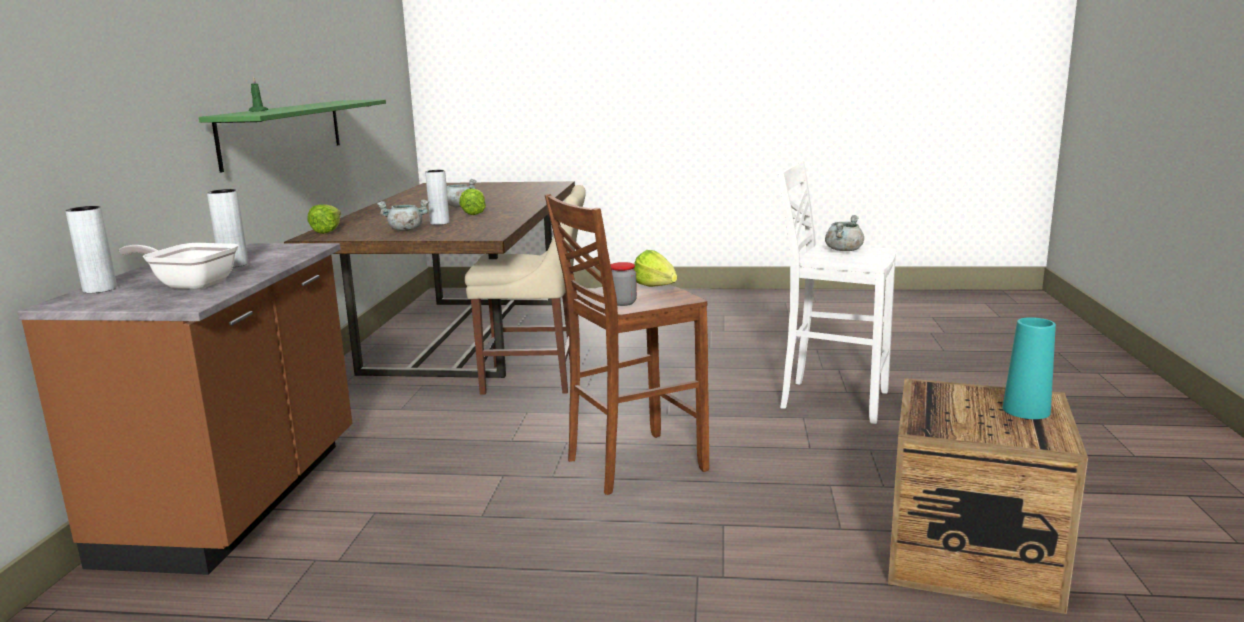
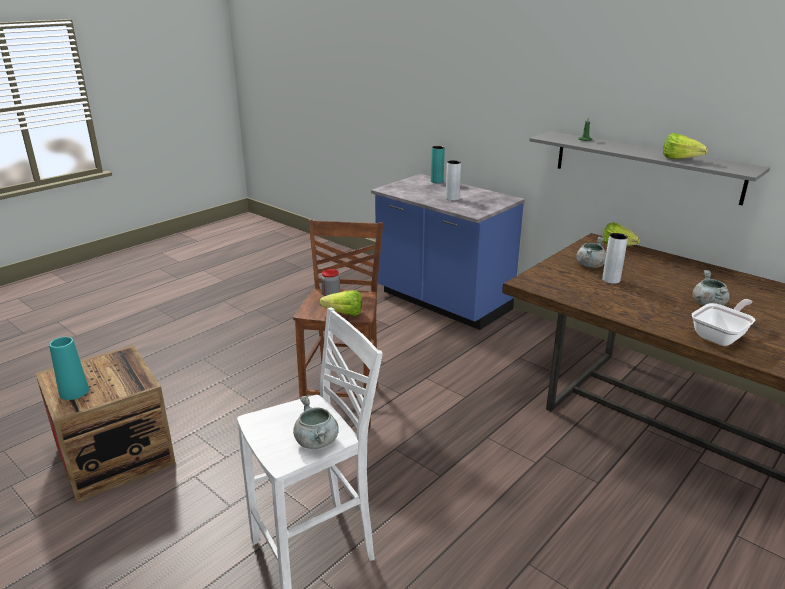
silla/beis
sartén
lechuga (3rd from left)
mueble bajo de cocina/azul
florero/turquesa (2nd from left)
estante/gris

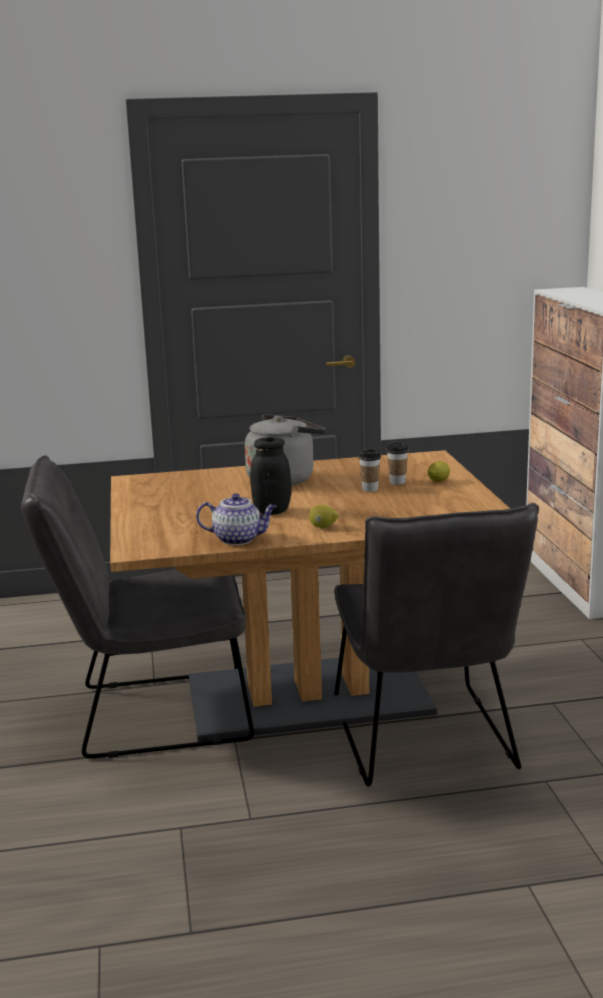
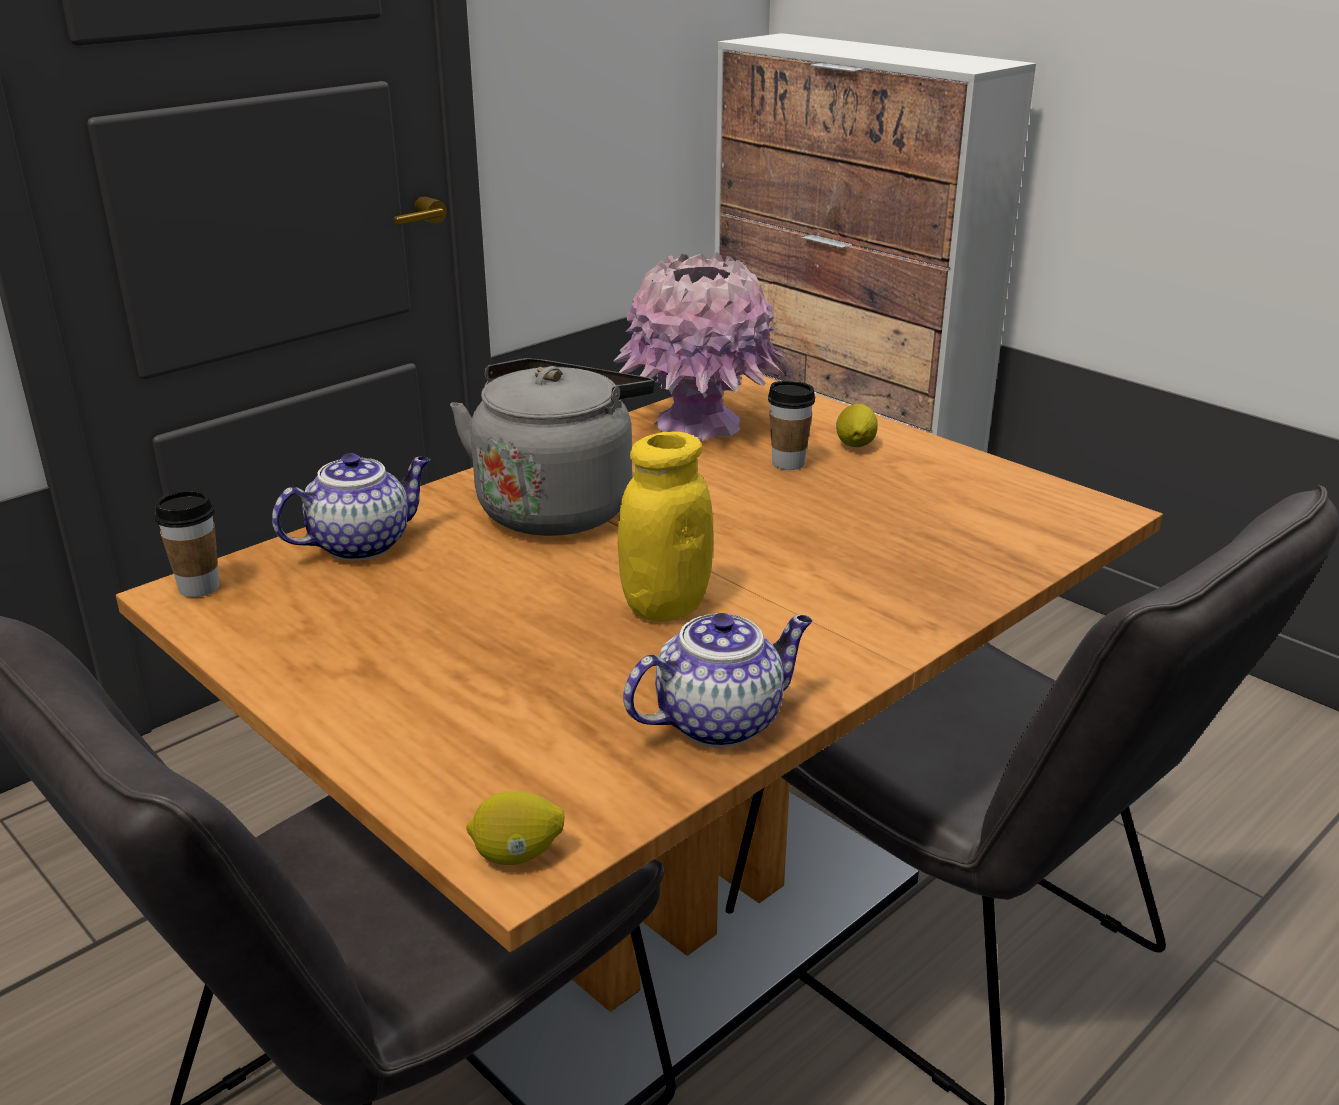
tetera (1st from left)
florero/rosa
limón (1st from left)
taza (1st from left)
tarro/amarillo

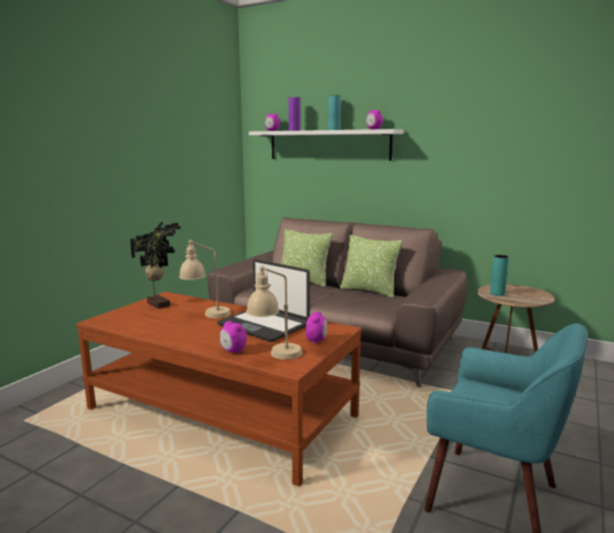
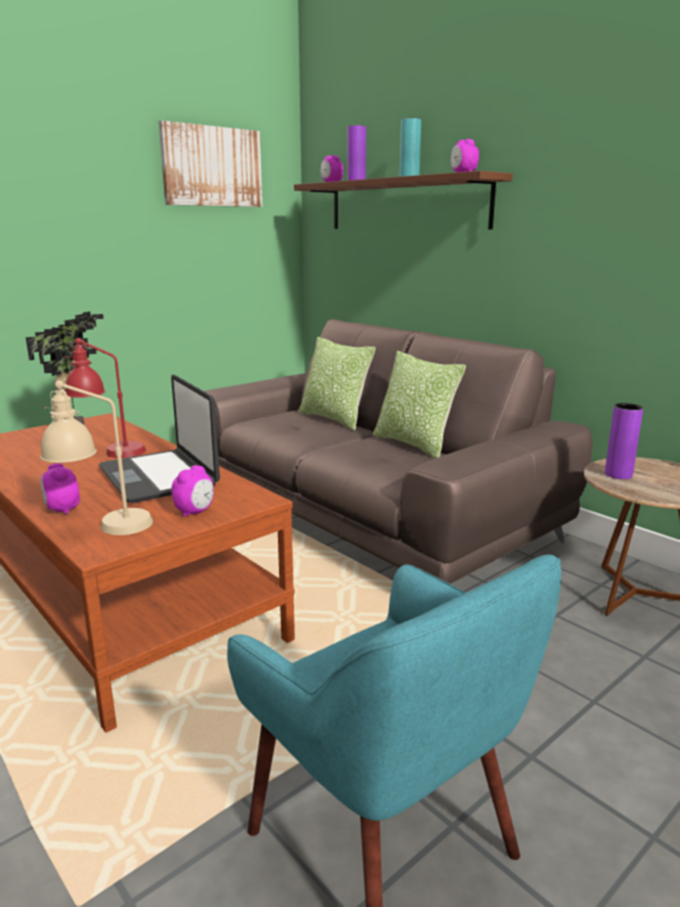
cuadro
lámpara de mesa/rojo
estante/marrón
florero/morado (2nd from left)

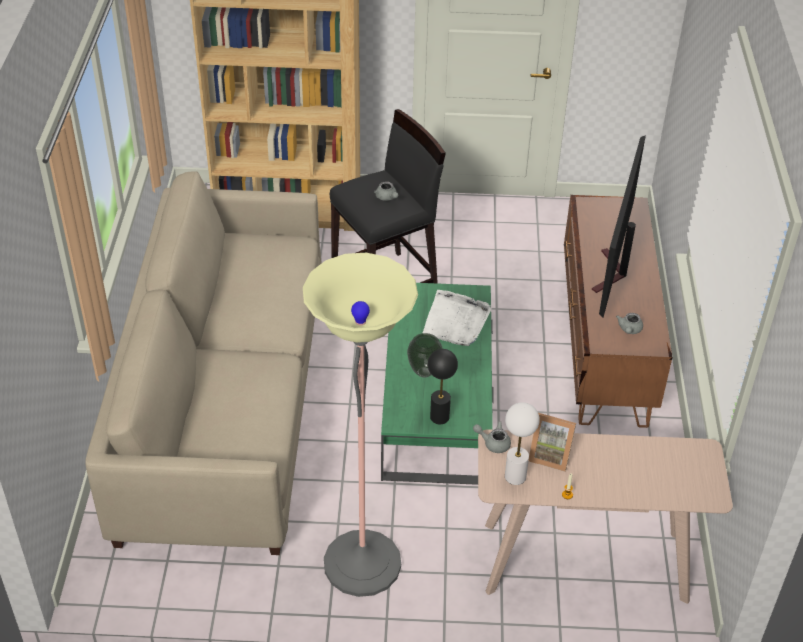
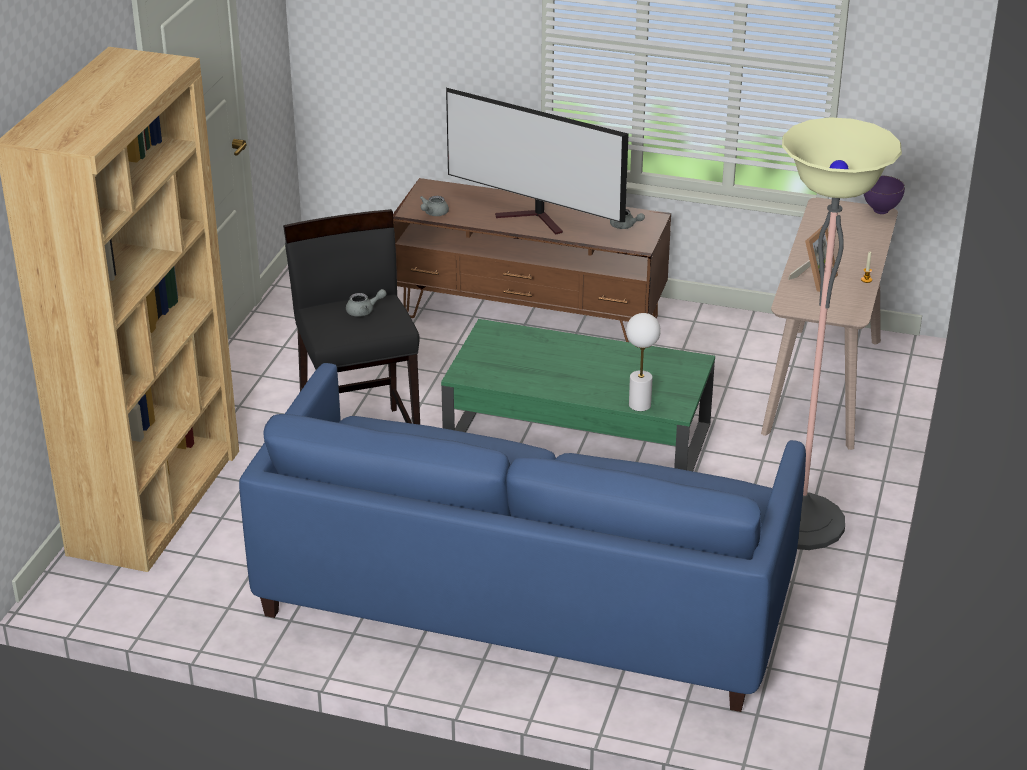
florero
bandeja/blanco
lámpara de mesa/negro
cuenco/morado
tetera/gris (2nd from left)
lámpara de mesa/blanco
sofá/azul

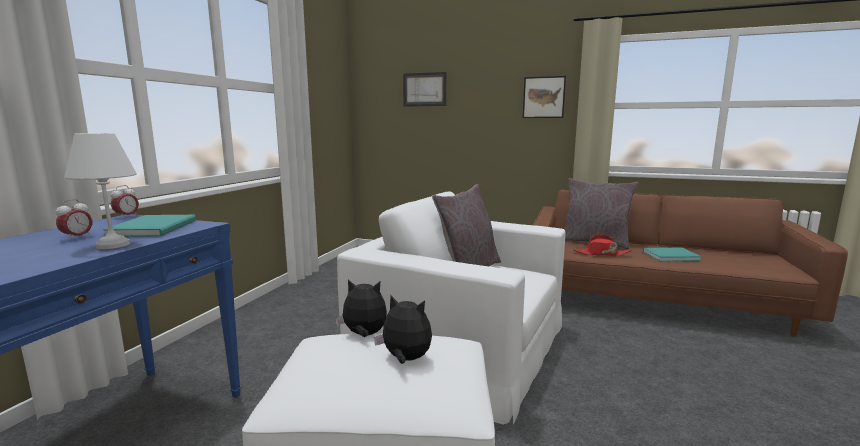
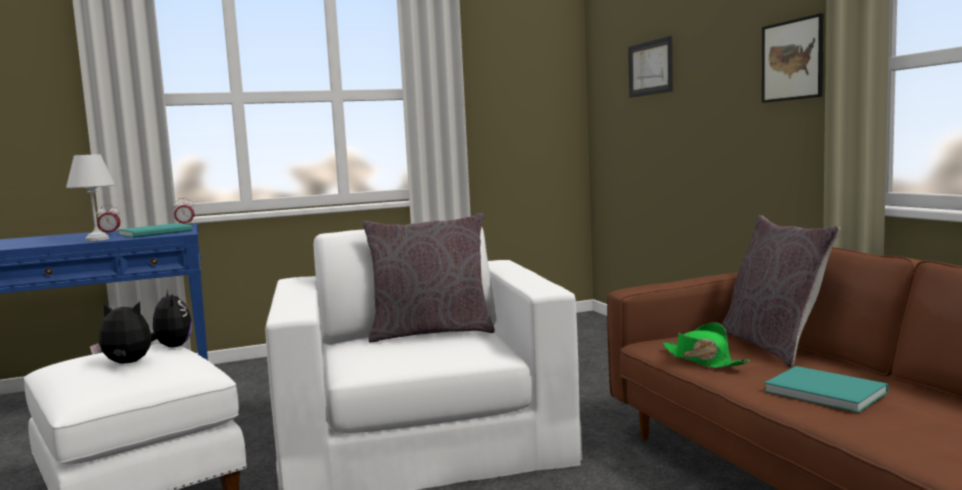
sombrero/verde
peluche (1st from left)

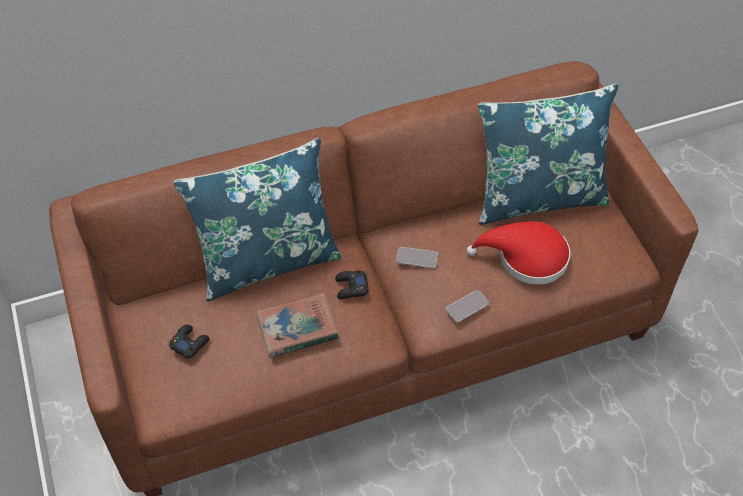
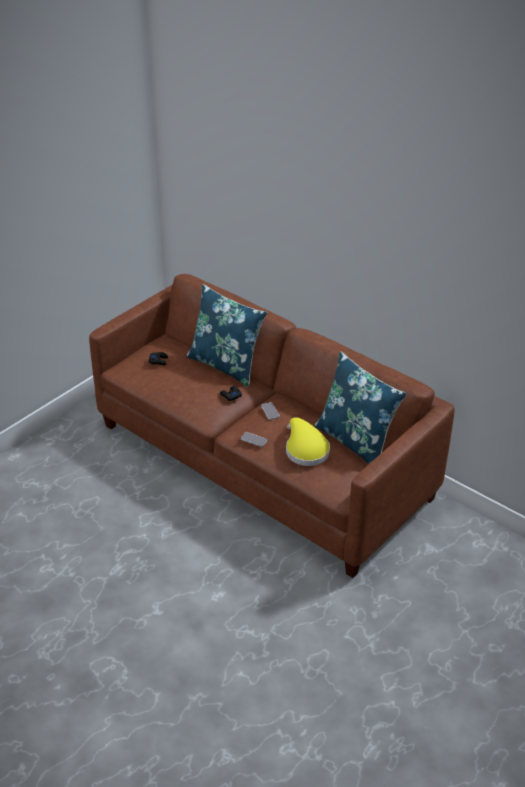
libro
sombrero/amarillo

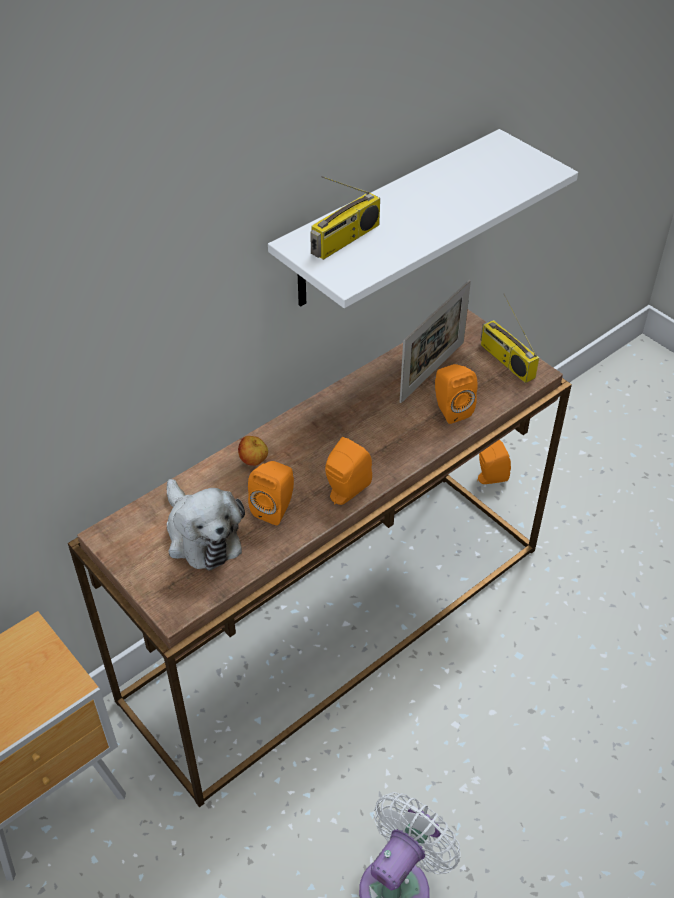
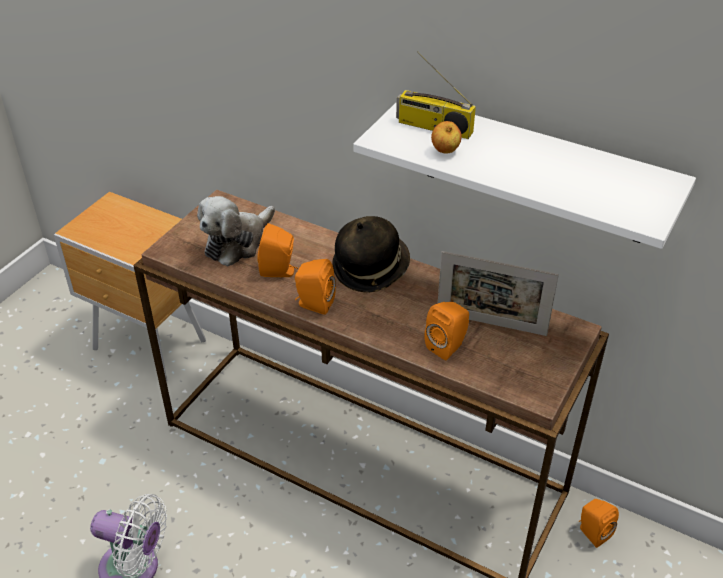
radio (2nd from left in the first image)
sombrero
manzana

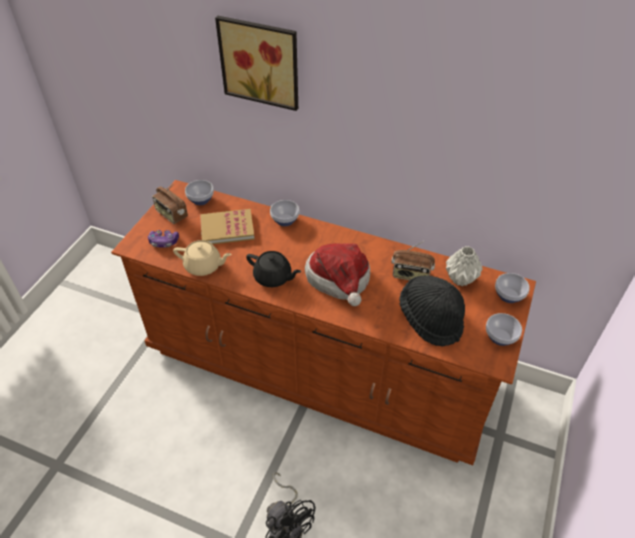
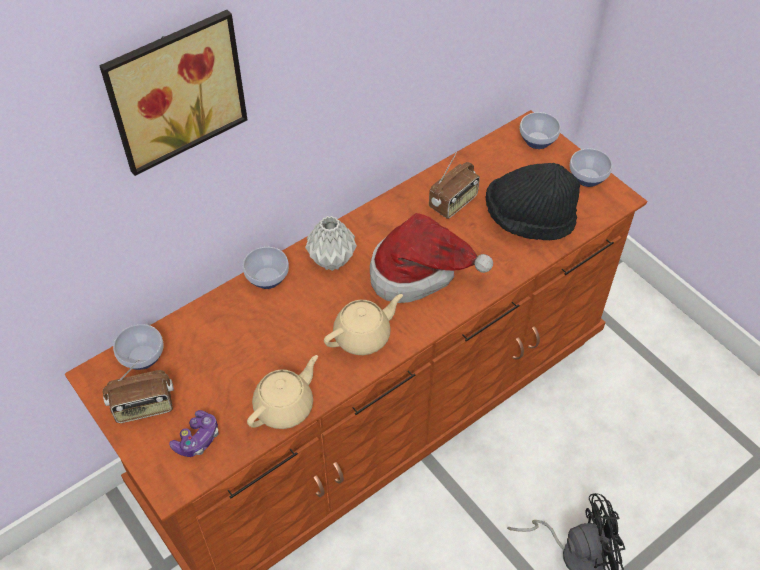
libro
florero/gris
tetera/beis (2nd from left)

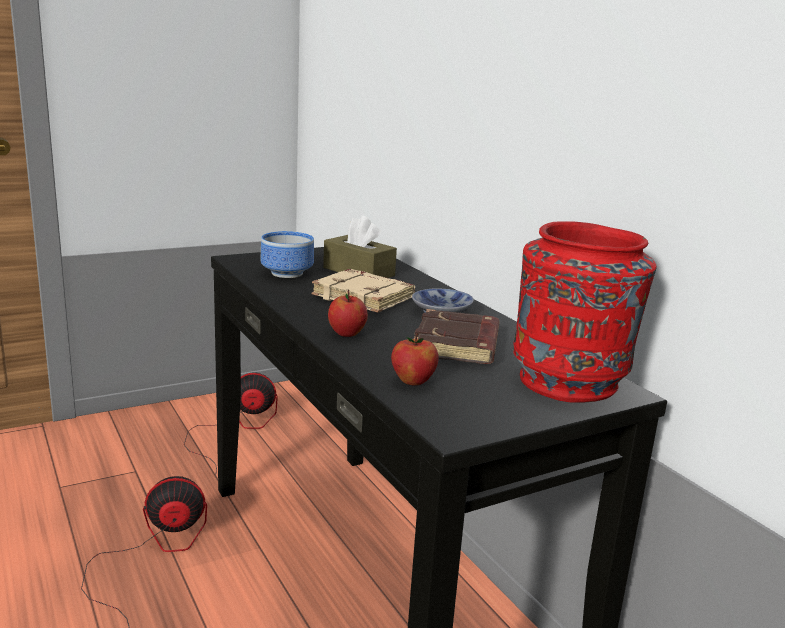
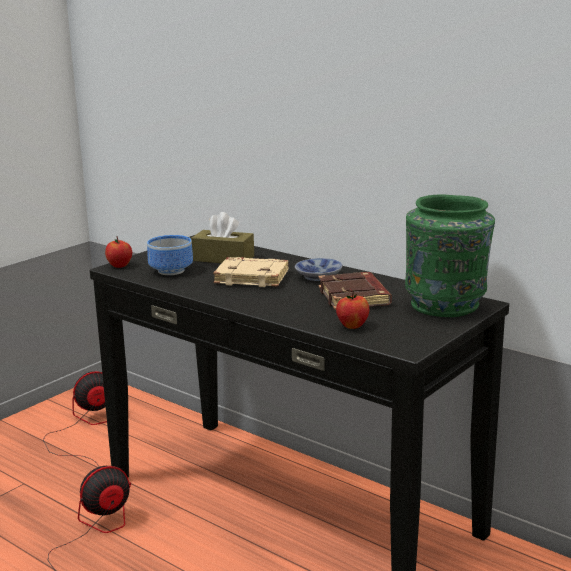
manzana (1st from left)
florero/verde

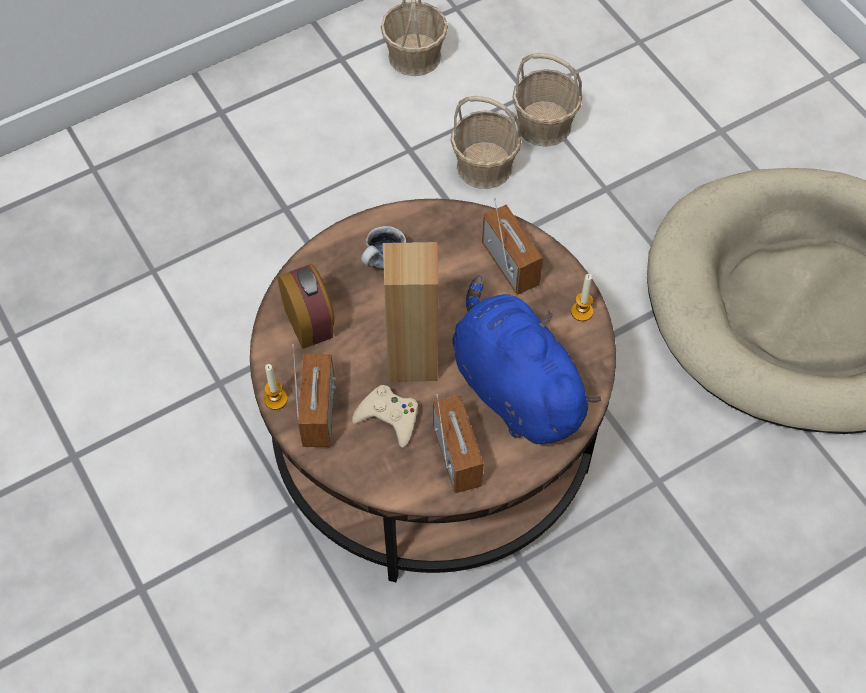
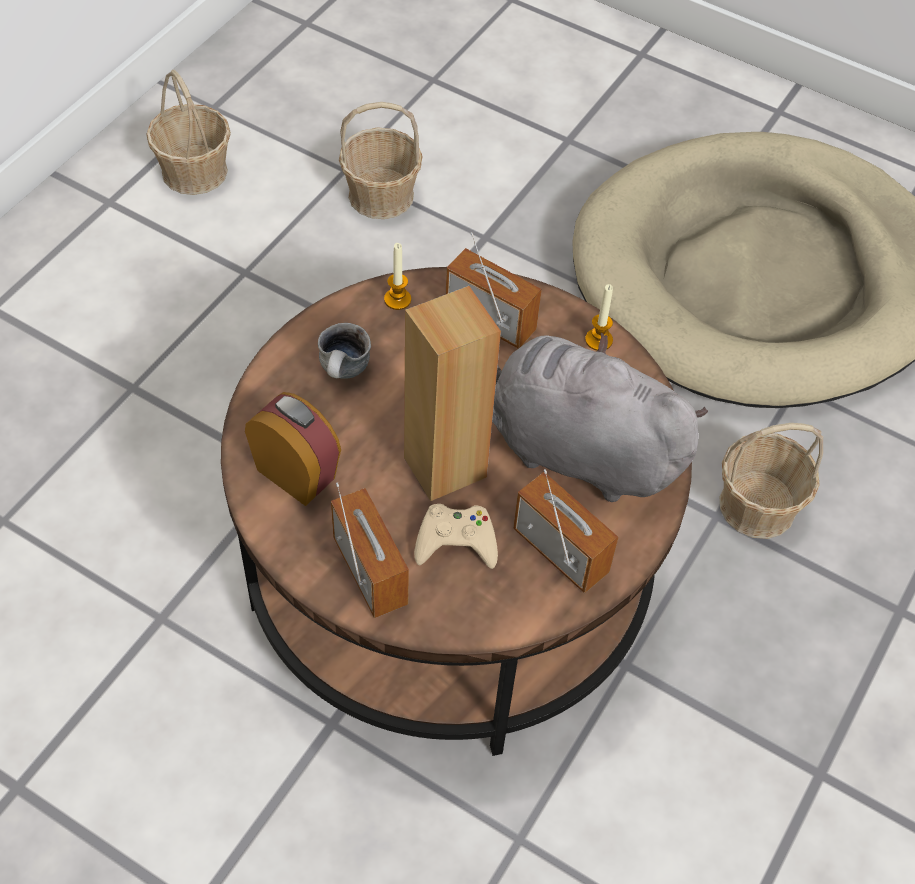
vela (1st from left)
cesta (3rd from left)
peluche/gris

